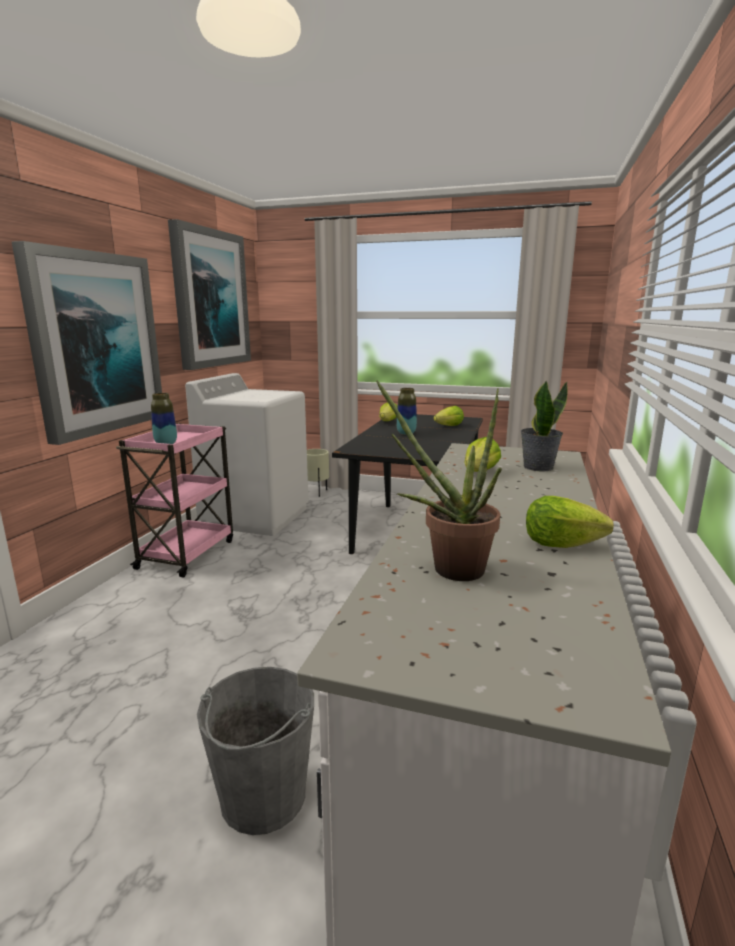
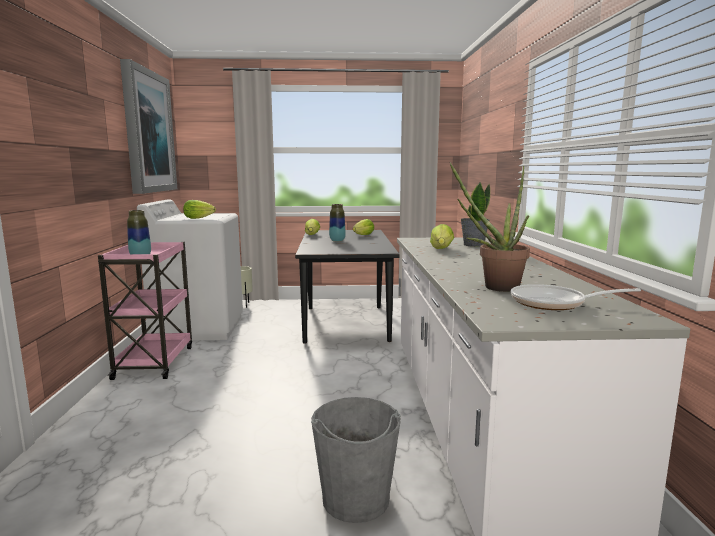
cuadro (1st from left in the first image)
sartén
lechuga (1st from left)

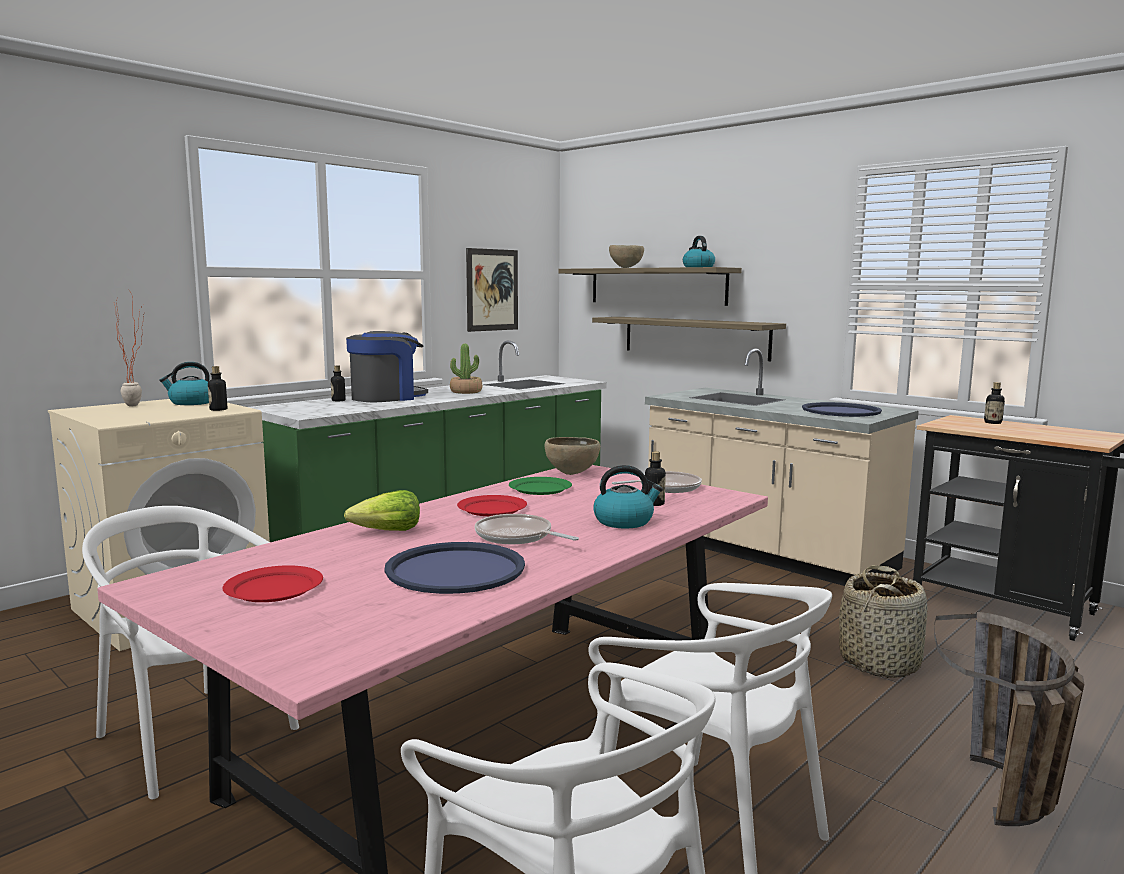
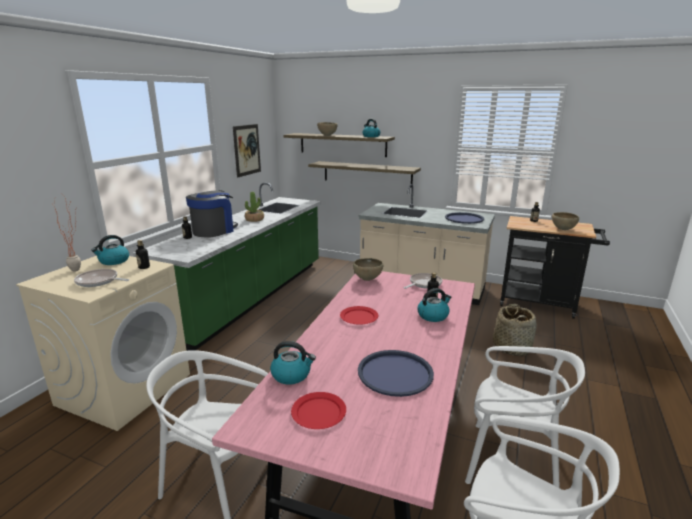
lechuga
plato/verde
cesta (2nd from left in the first image)
hervidor (2nd from left)
cuenco/marrón (3rd from left)
sartén (1st from left)

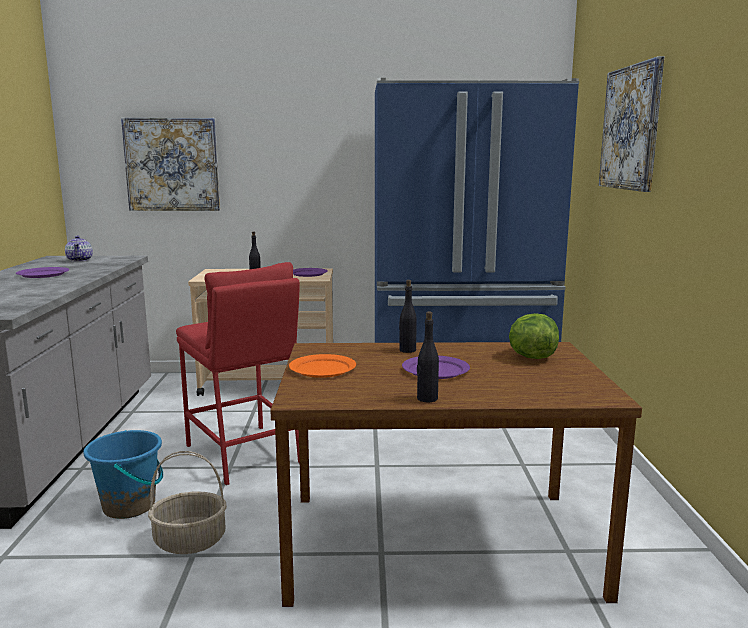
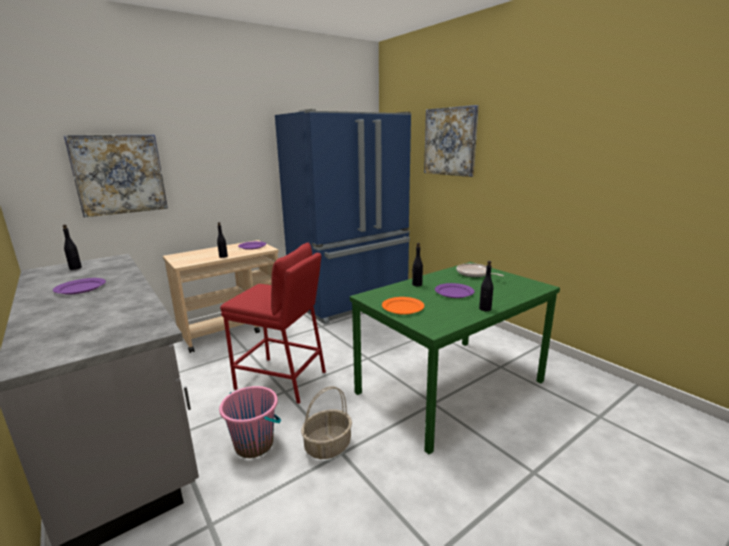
botella/negro (1st from left)
sartén
cubo/rosa
mesa de comedor/verde

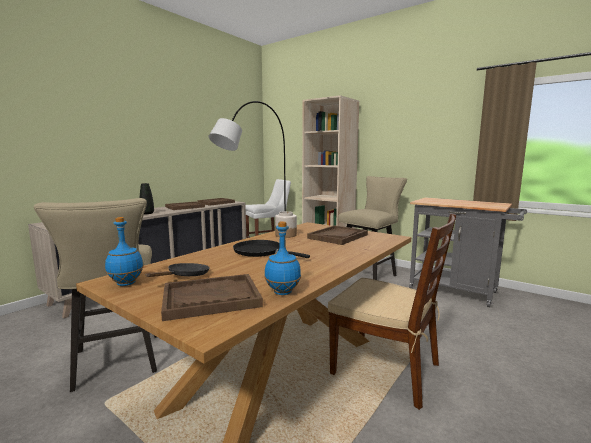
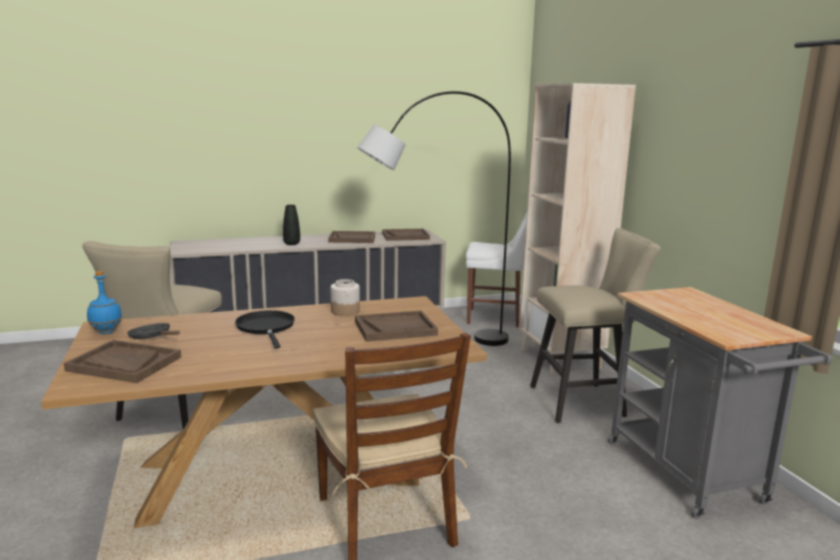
botella/azul (2nd from left in the first image)
sartén/negro (1st from left)

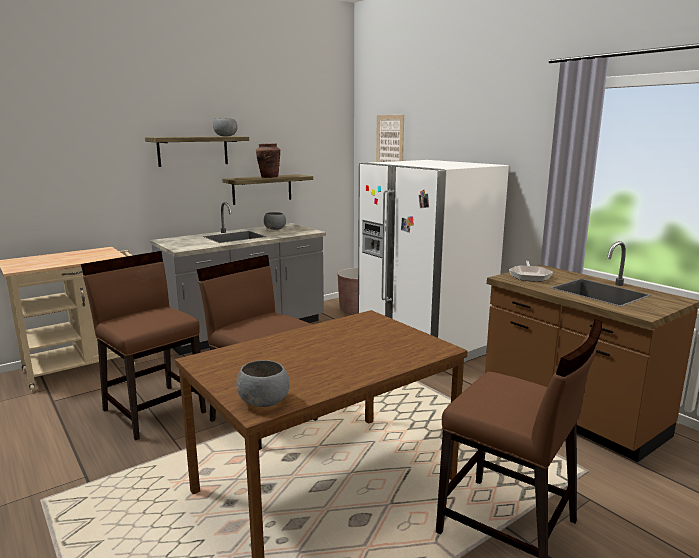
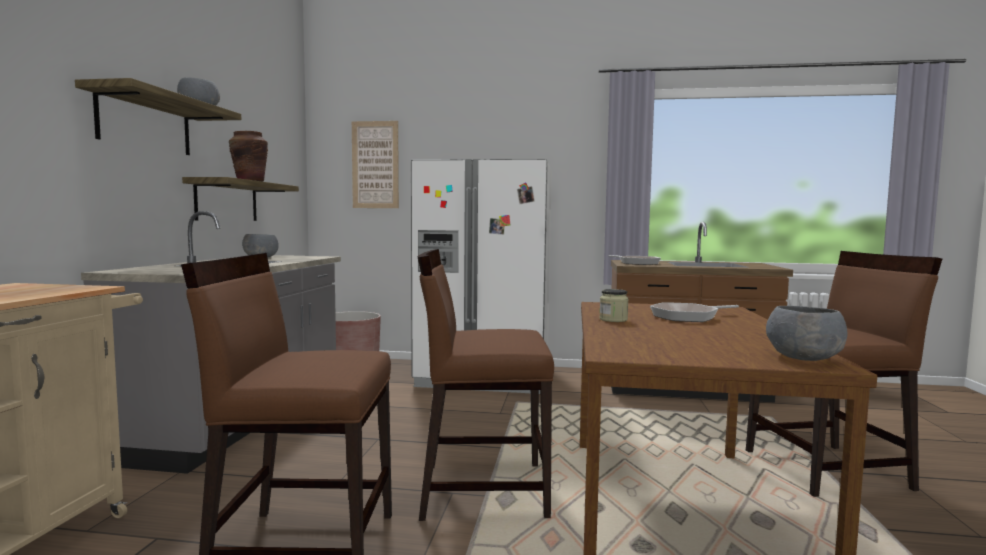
tarro
sartén (2nd from left)

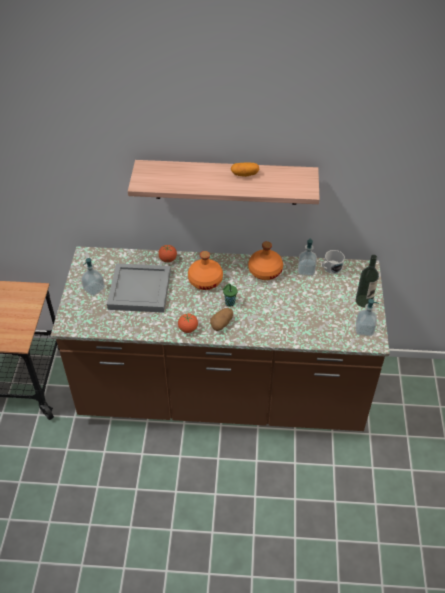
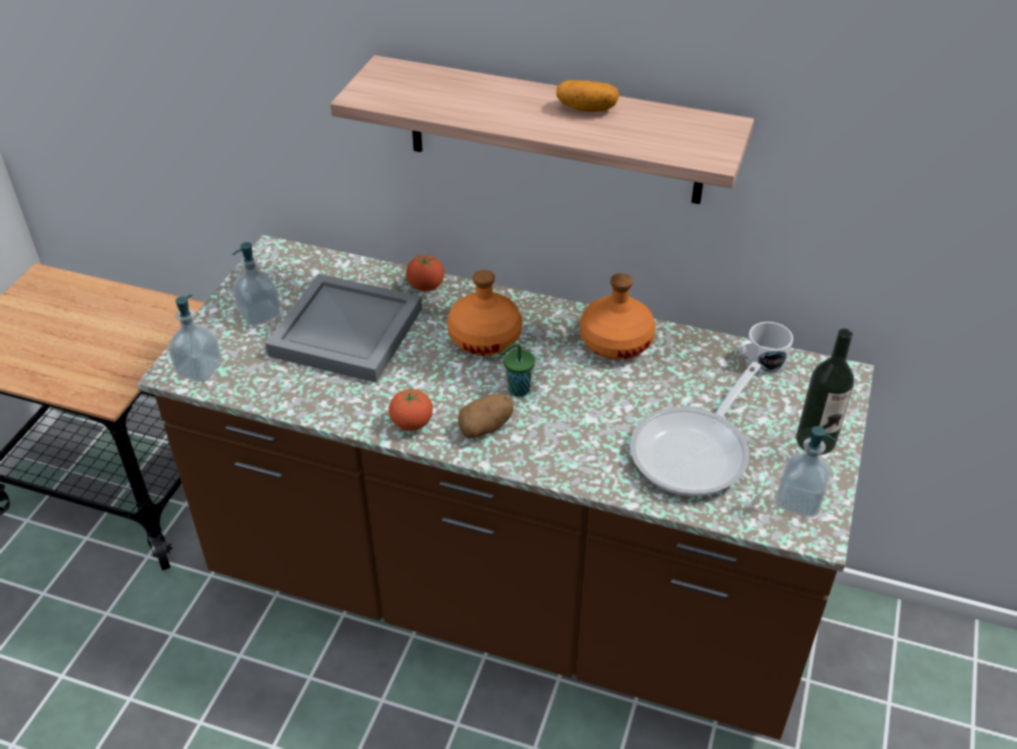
sartén
dispensador de jabón (1st from left)

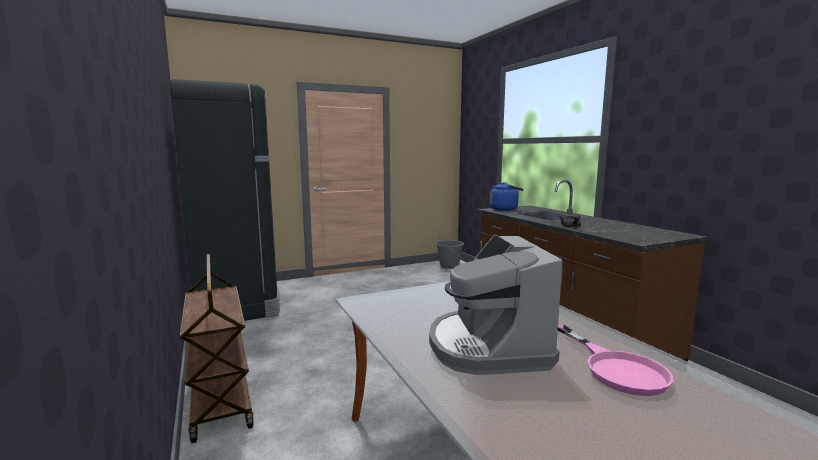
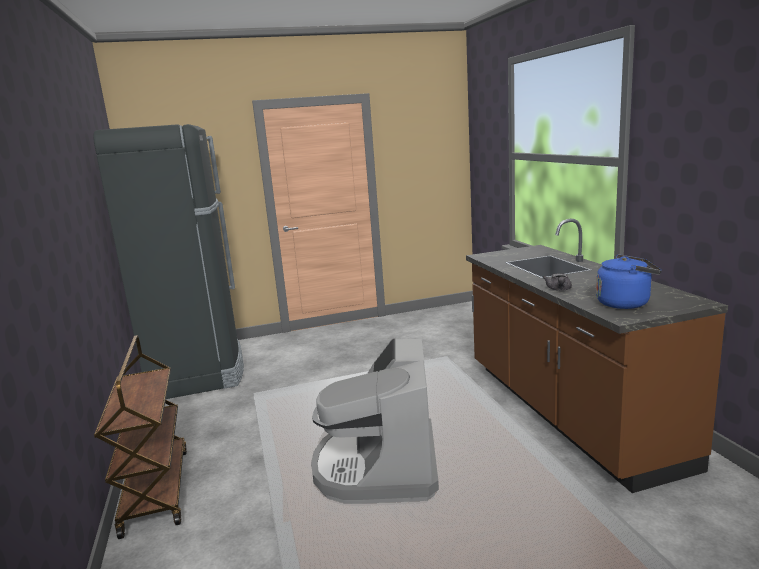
cubo/gris
sartén/rosa
hervidor/azul

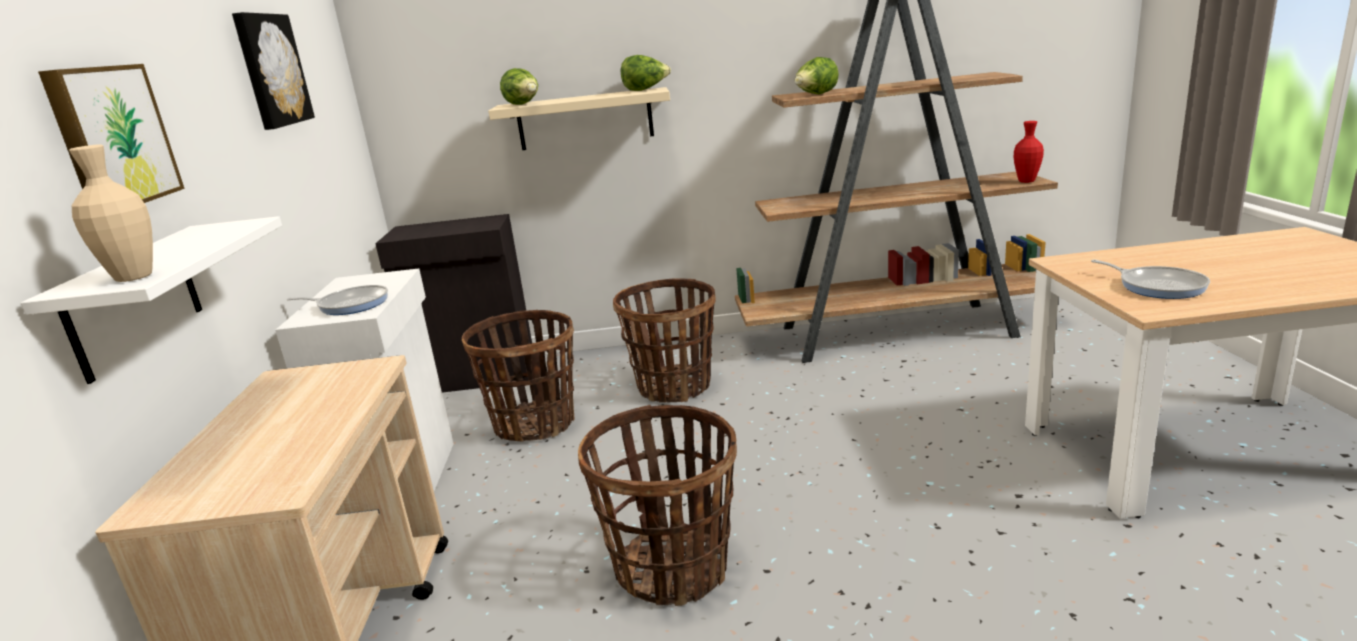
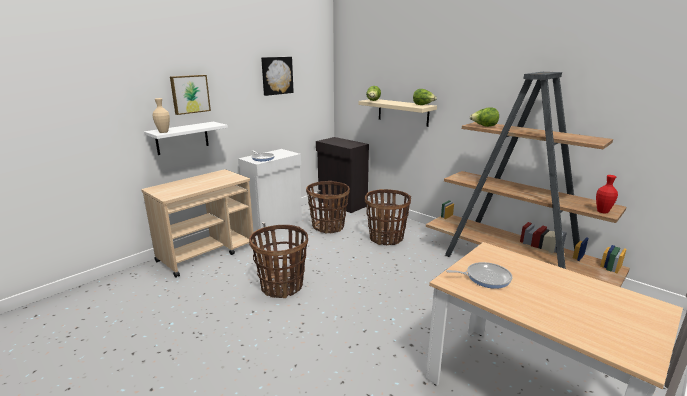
sartén (2nd from left)

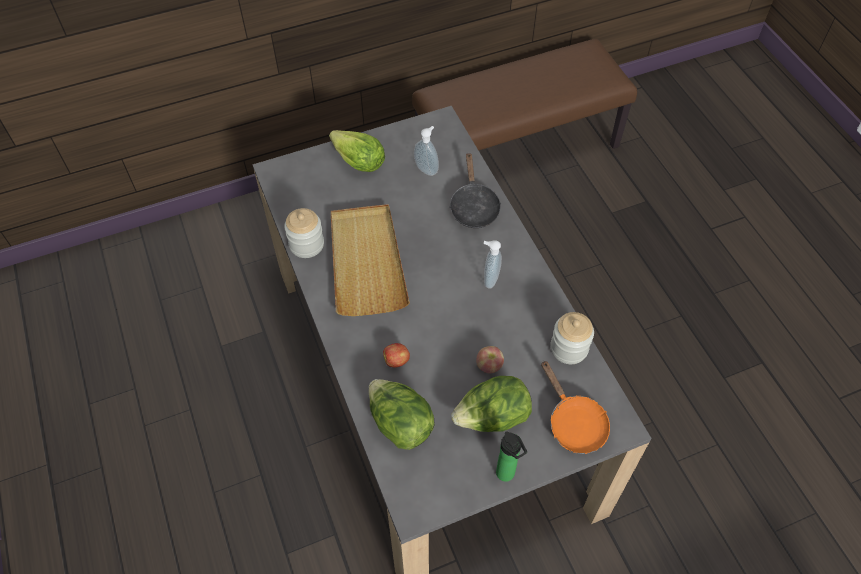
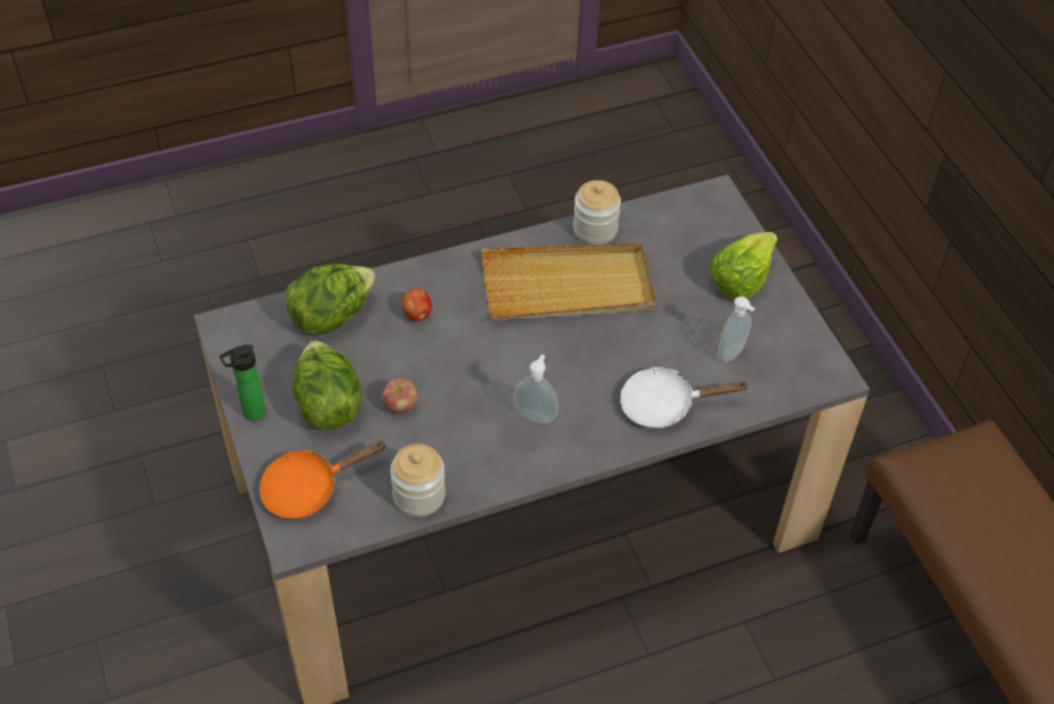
sartén/blanco

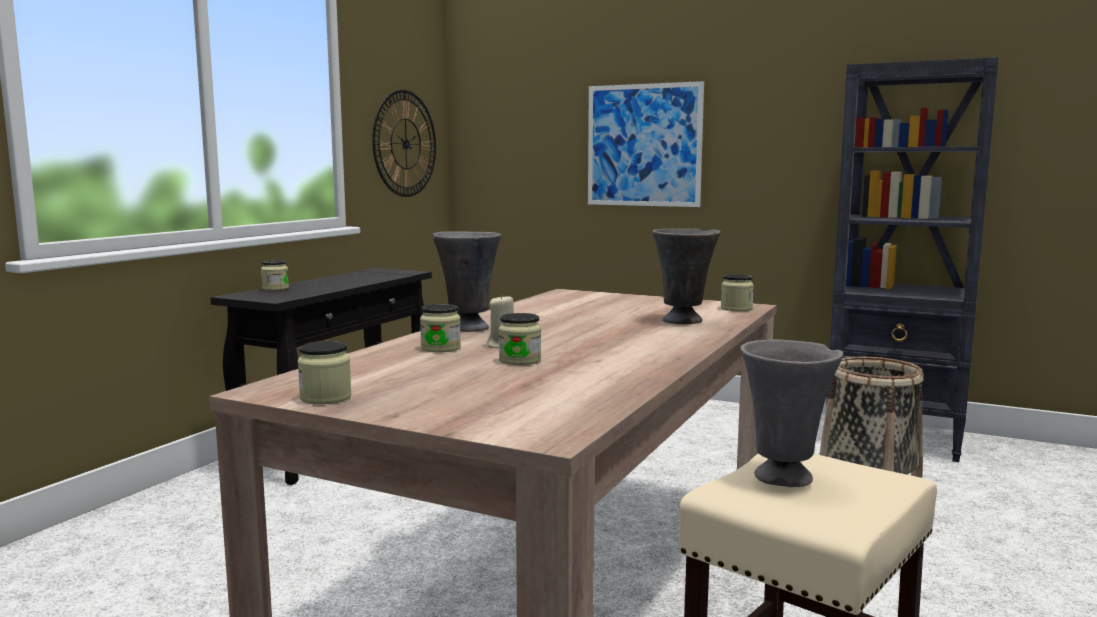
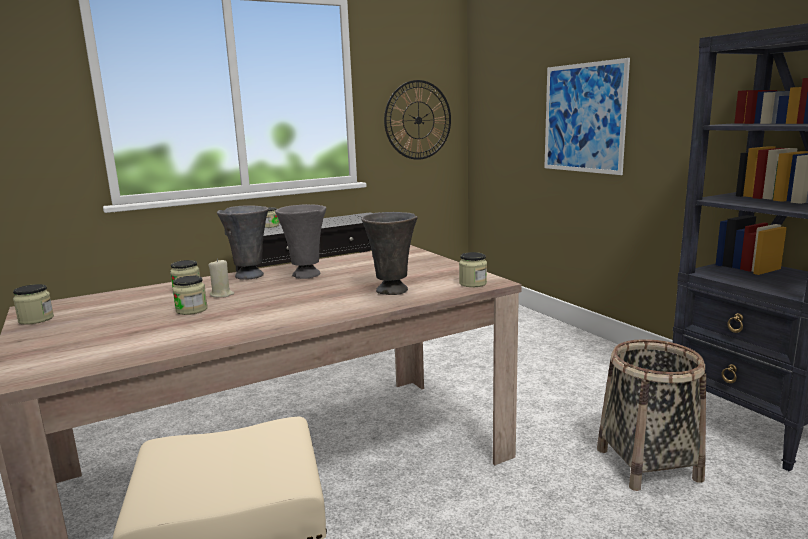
florero/gris (2nd from left)

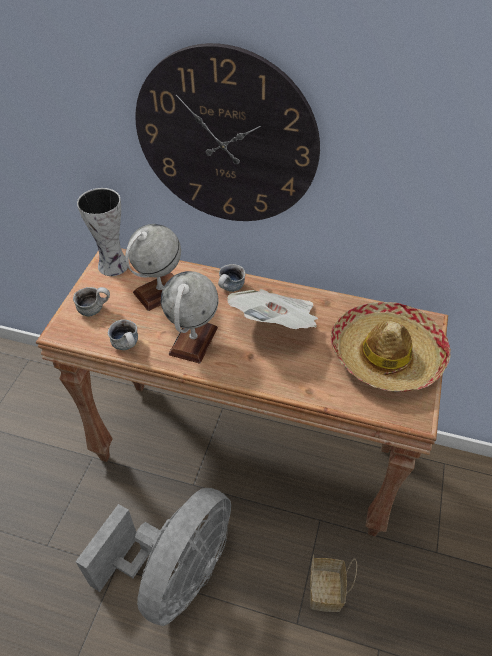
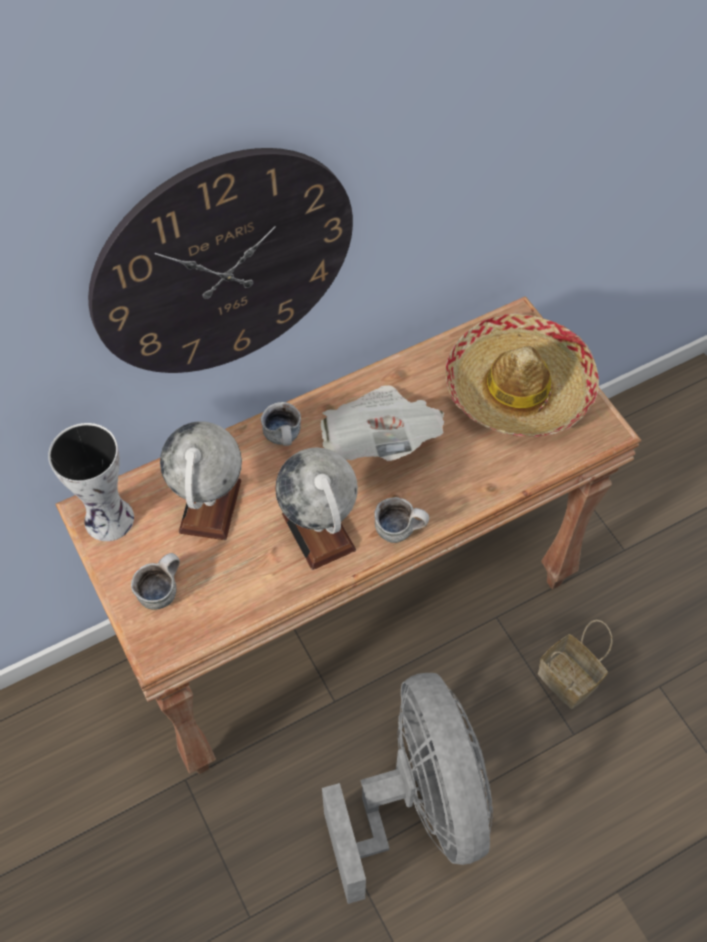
taza grande (3rd from left)

